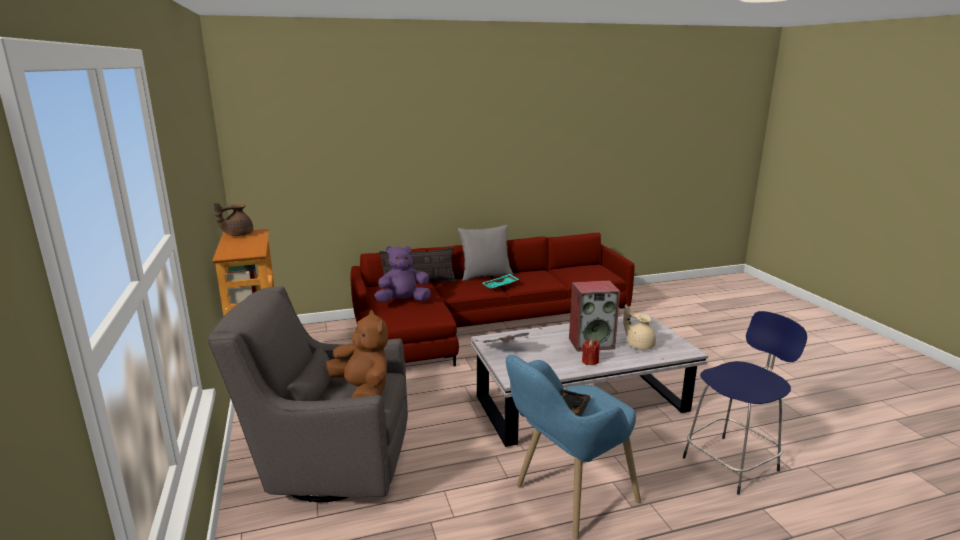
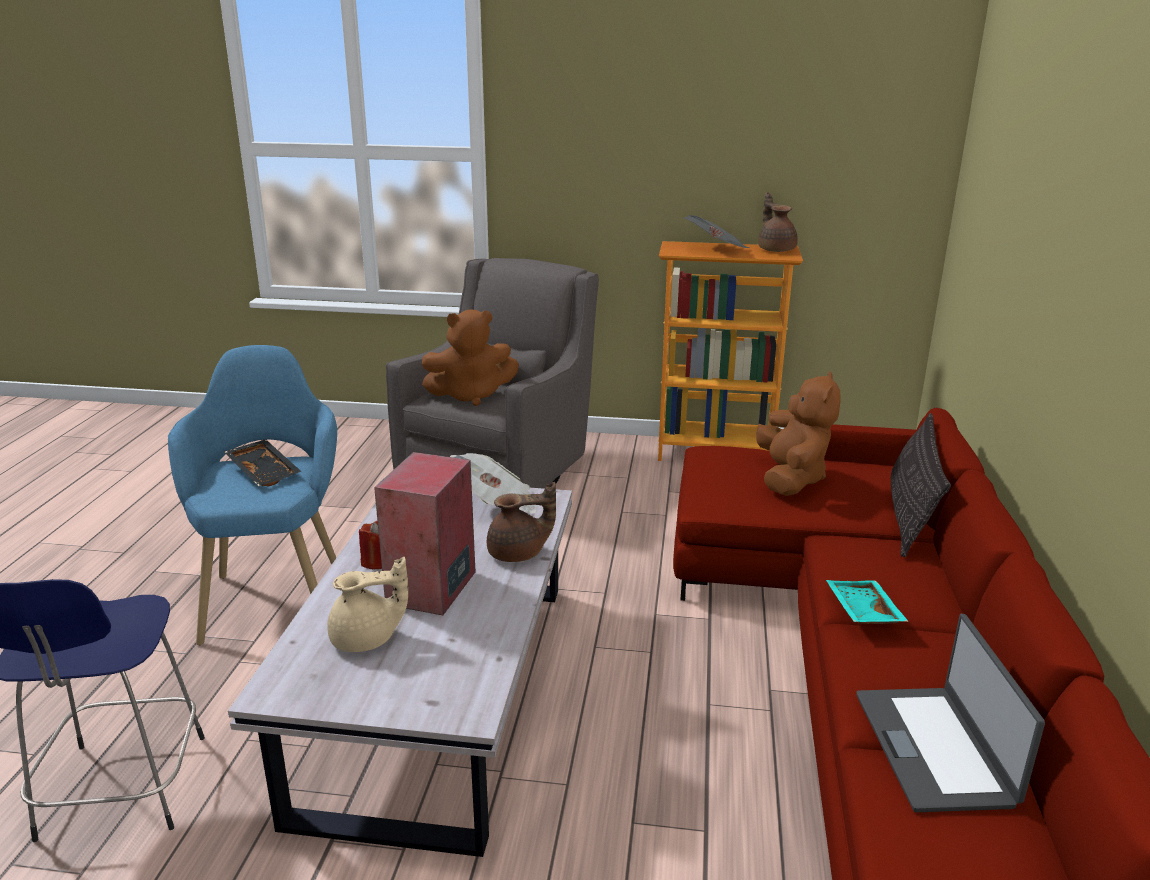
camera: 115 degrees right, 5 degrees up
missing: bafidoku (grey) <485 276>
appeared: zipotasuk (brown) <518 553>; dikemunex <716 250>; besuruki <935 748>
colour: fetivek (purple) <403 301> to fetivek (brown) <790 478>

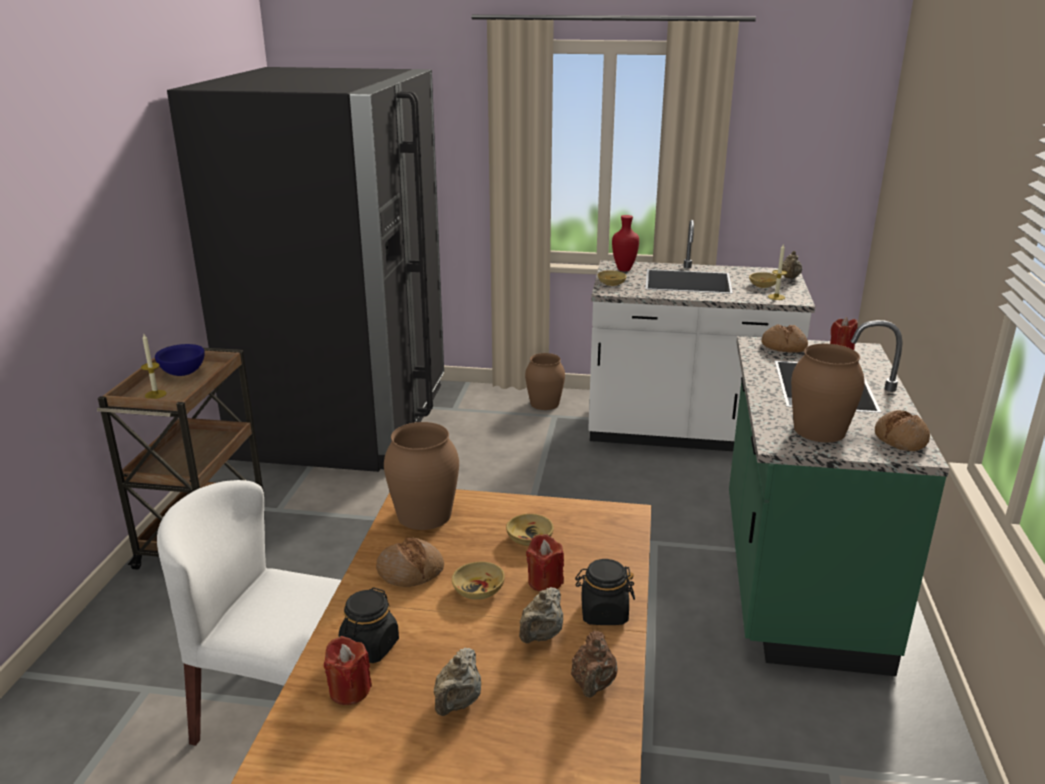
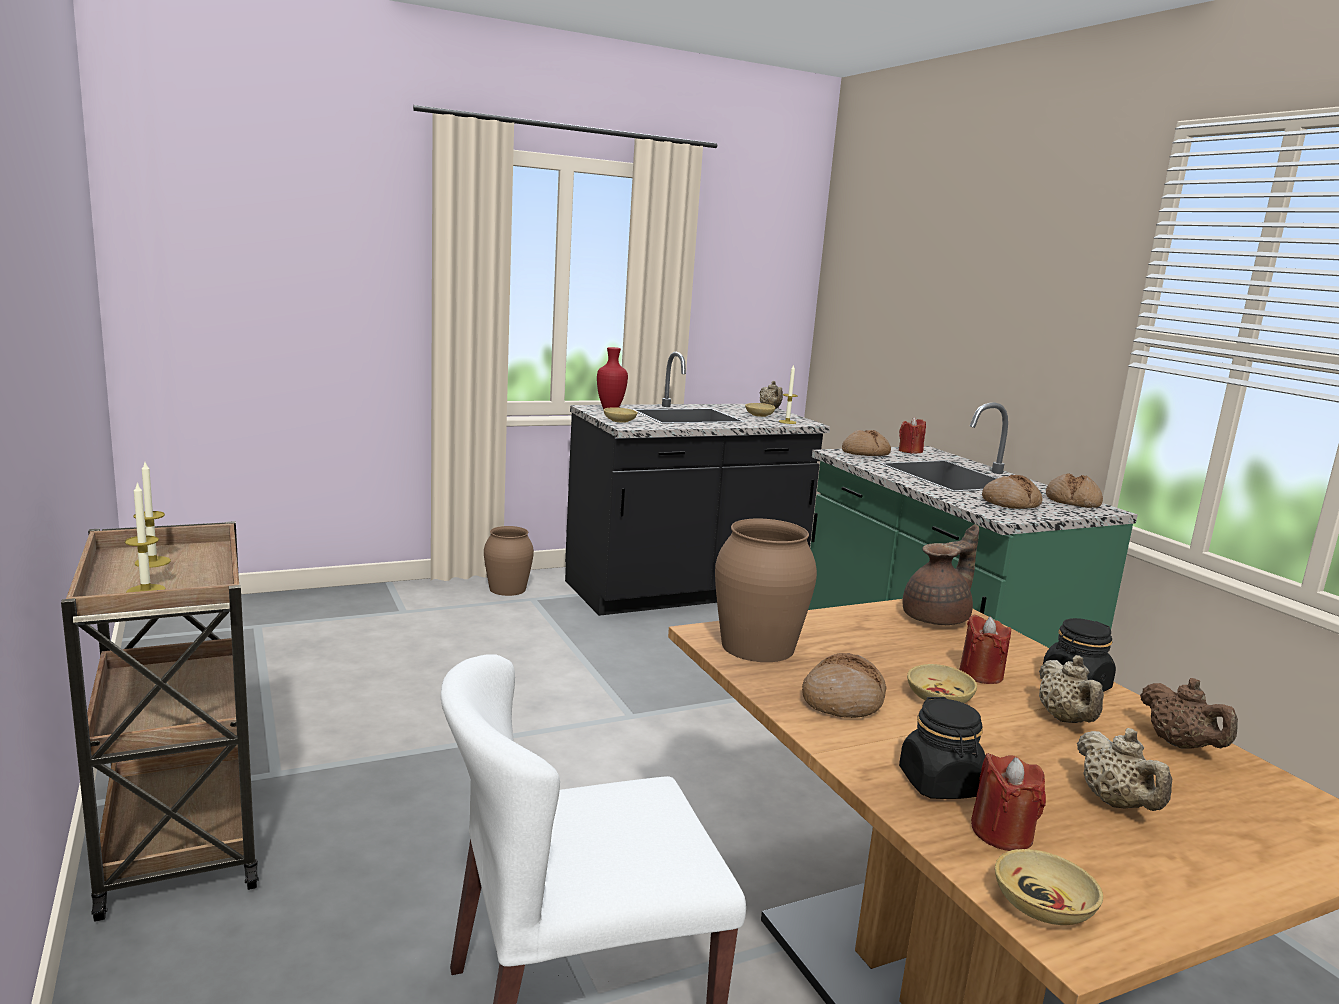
camera: 35 degrees left, 10 degrees down
missing: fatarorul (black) <344 421>
appeared: zipotasuk (brown) <938 618>
relocated: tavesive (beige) <529 538> to <1042 906>
exchanged: tavesive (blue) <182 373> to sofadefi <152 562>; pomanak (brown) <820 430> to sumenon <1010 503>
colour: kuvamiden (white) <686 433> to kuvamiden (black) <685 591>

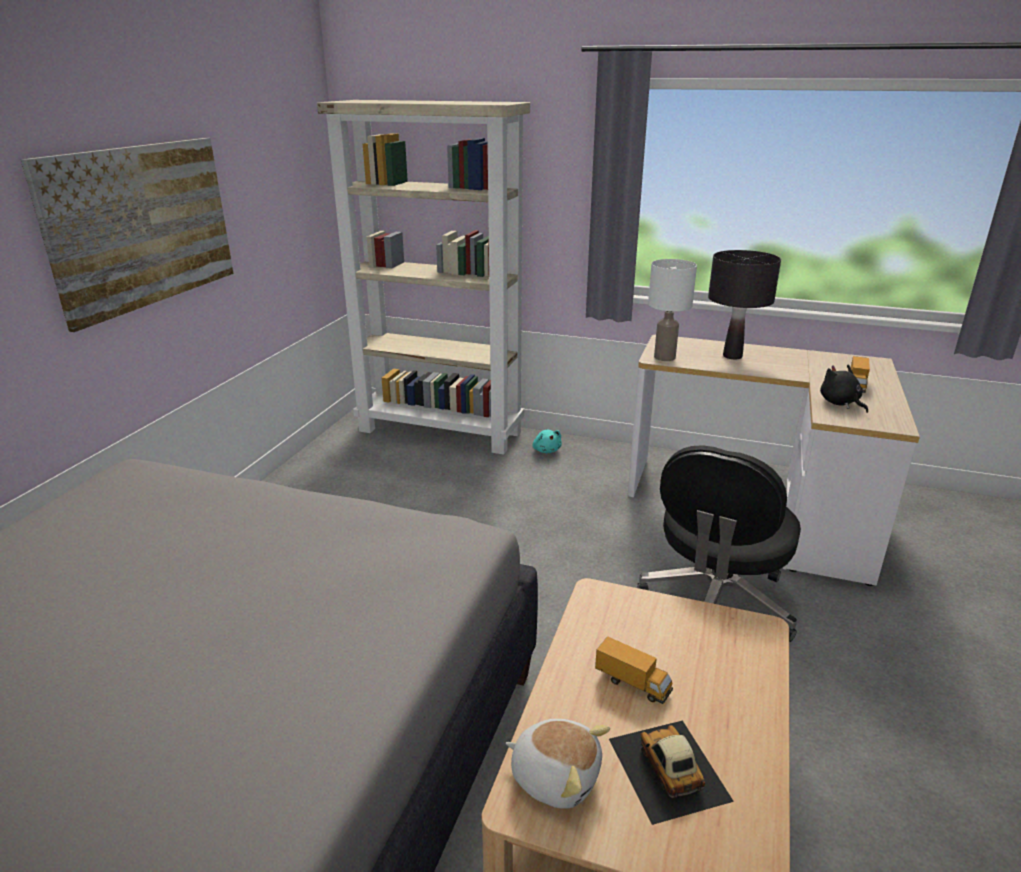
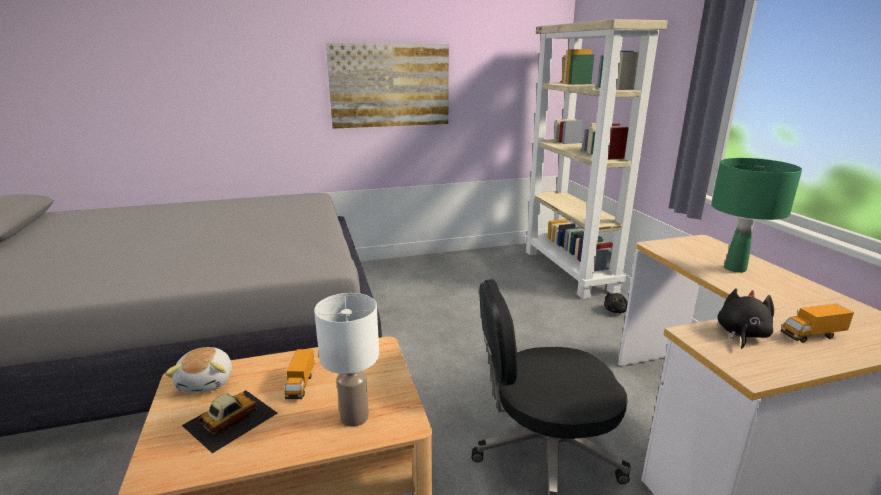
camera: 55 degrees right, 5 degrees down
relocated: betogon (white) <665 358> to <353 417>
colour: fetivek (turquoise) <546 450> to fetivek (black) <616 310>; betogon (black) <732 356> to betogon (green) <734 268>

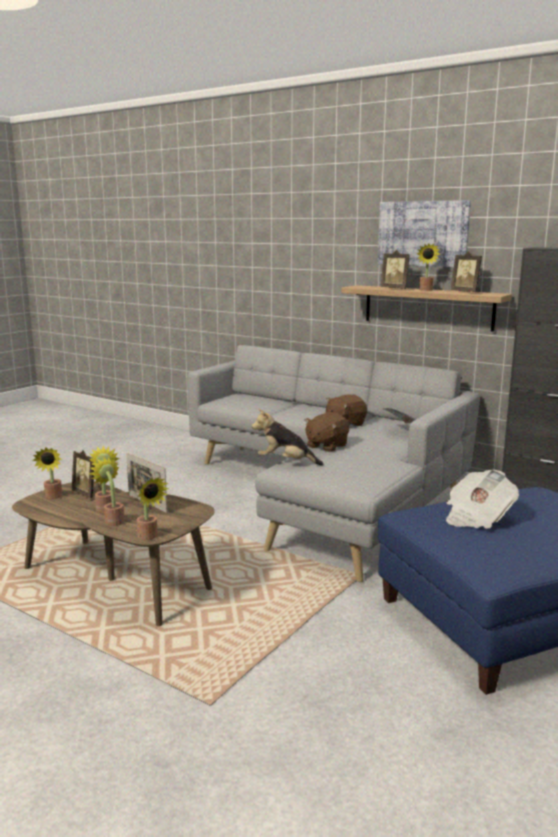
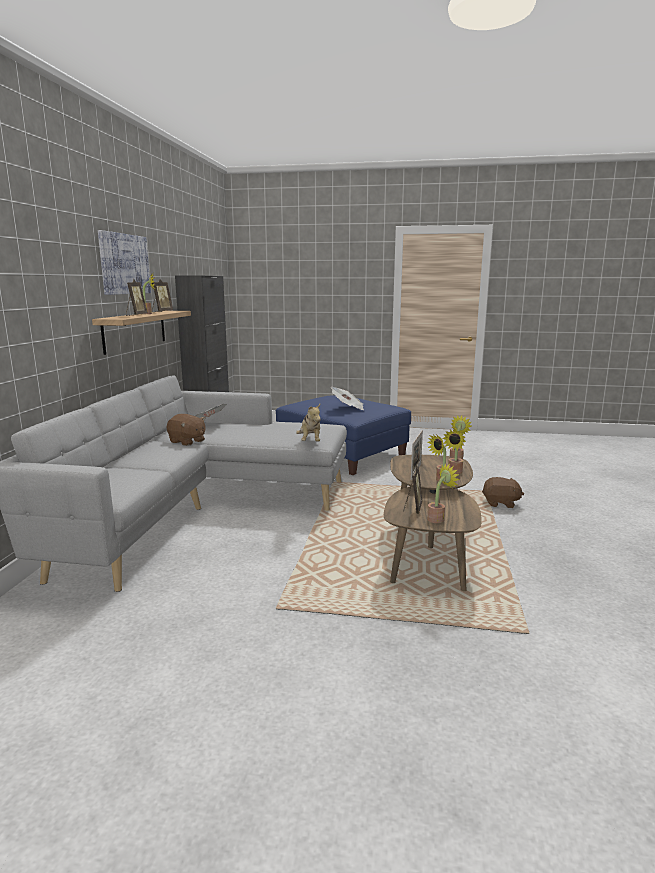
camera: 115 degrees left, 0 degrees up
relocated: fetivek (brown) <326 446> to <500 503>

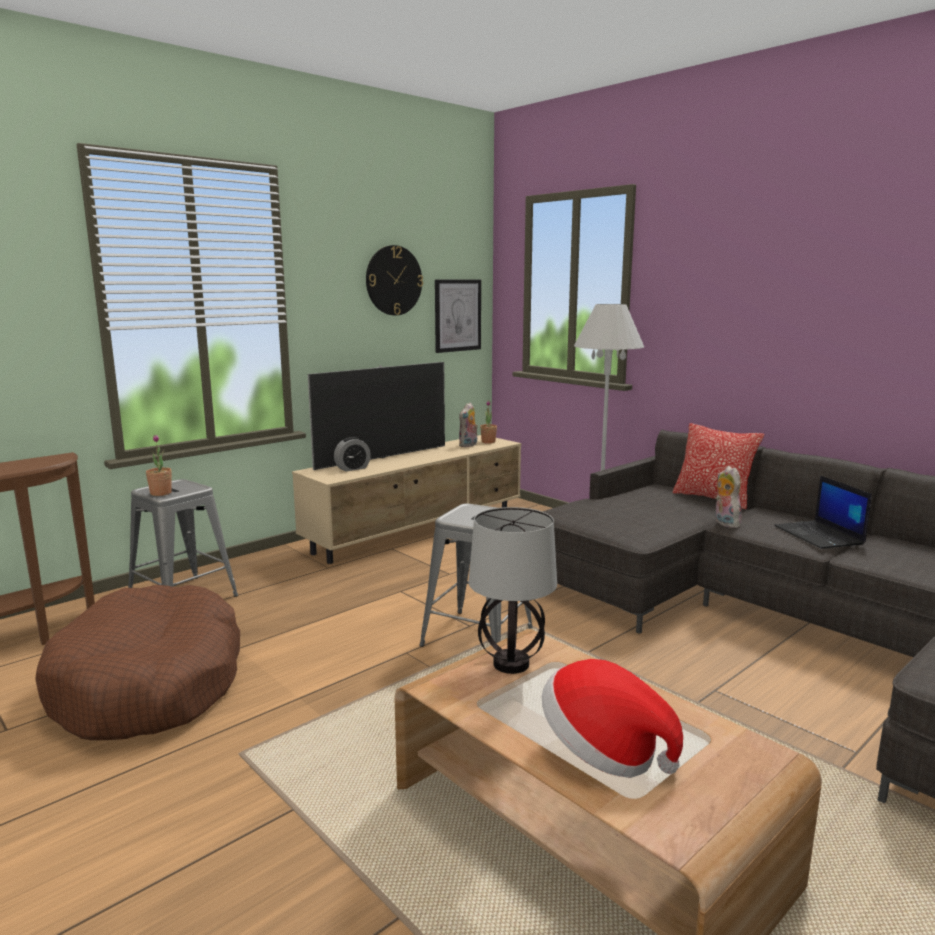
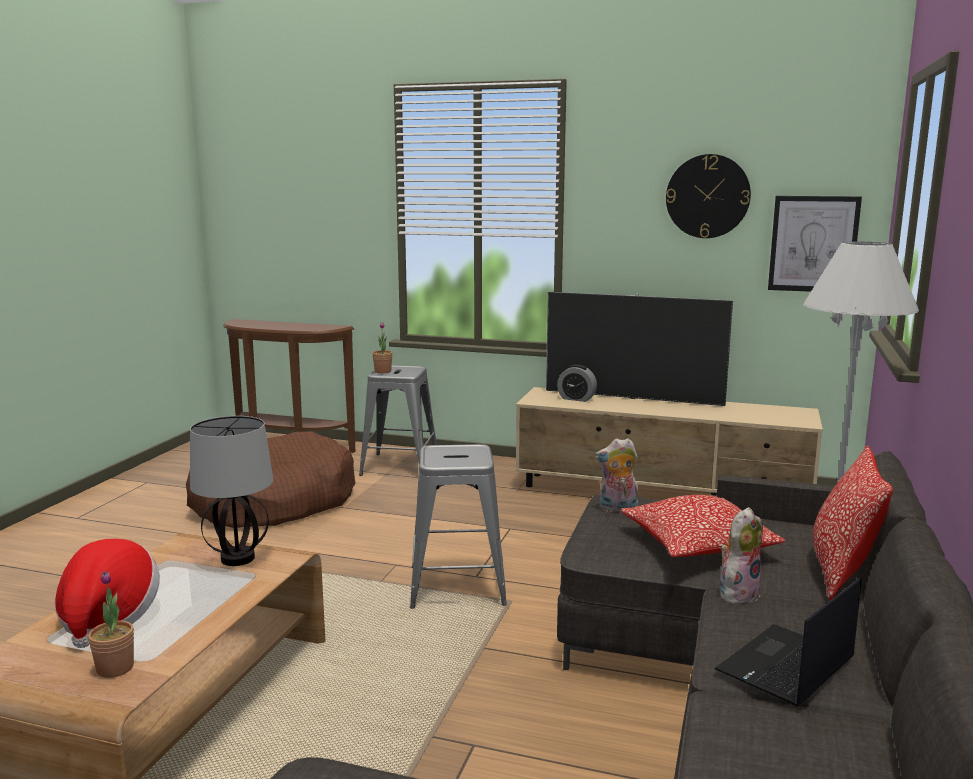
camera: 60 degrees right, 0 degrees up
appeared: bafidoku <698 545>
relocated: fetivek <468 445> to <617 509>; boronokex <488 442> to <115 668>

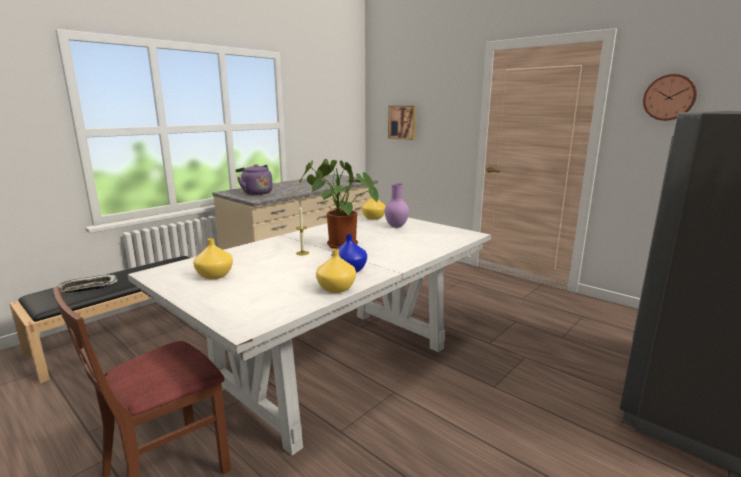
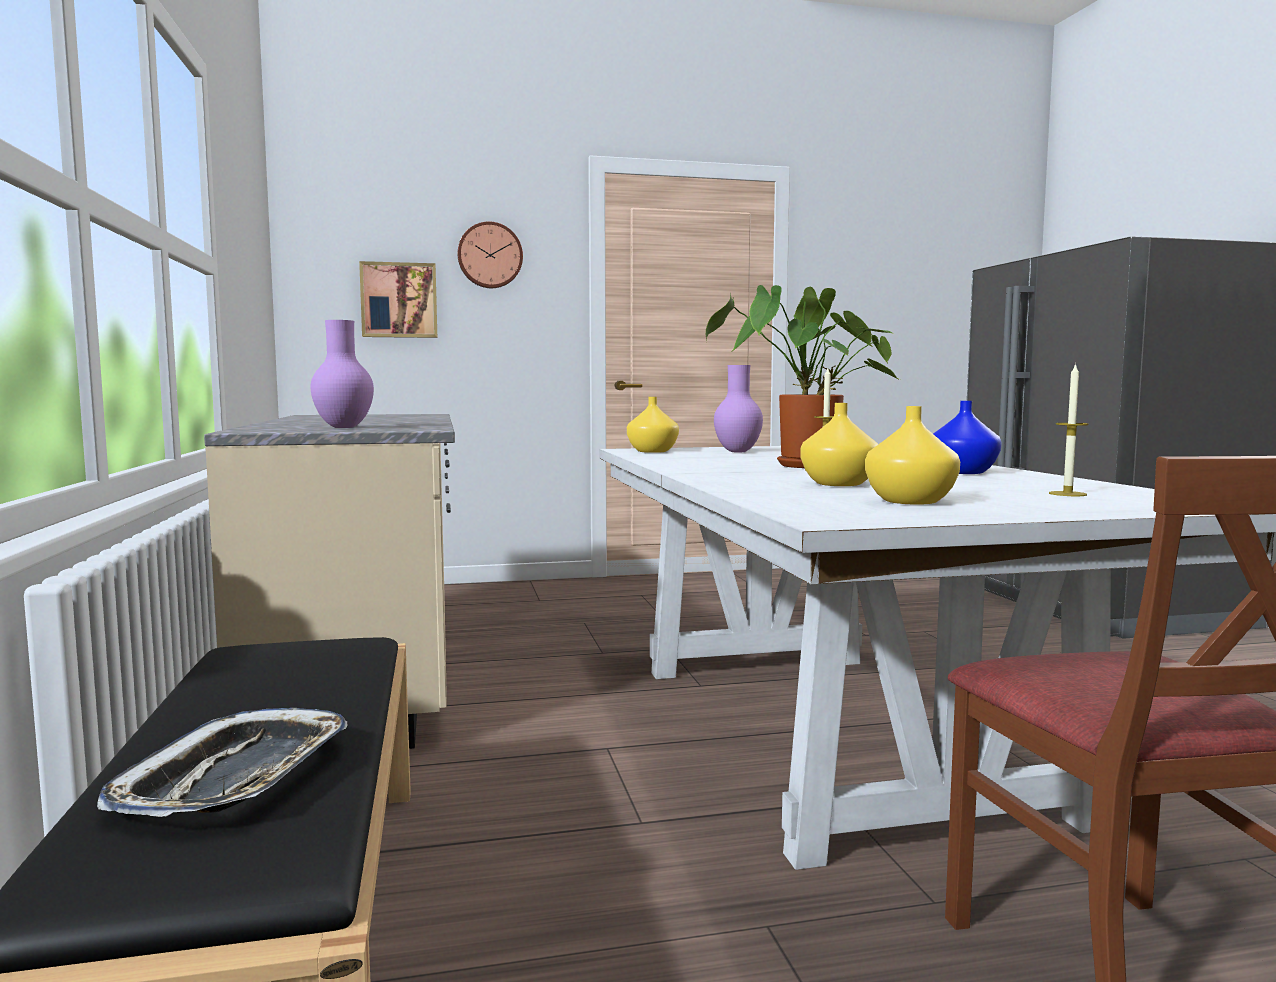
camera: 55 degrees left, 10 degrees down
appeared: sofadefi <1067 494>
relocated: pomanak (yellow) <335 289> to <839 484>; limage <669 97> to <490 255>
exchanged: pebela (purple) <256 193> to pomanak (purple) <343 427>

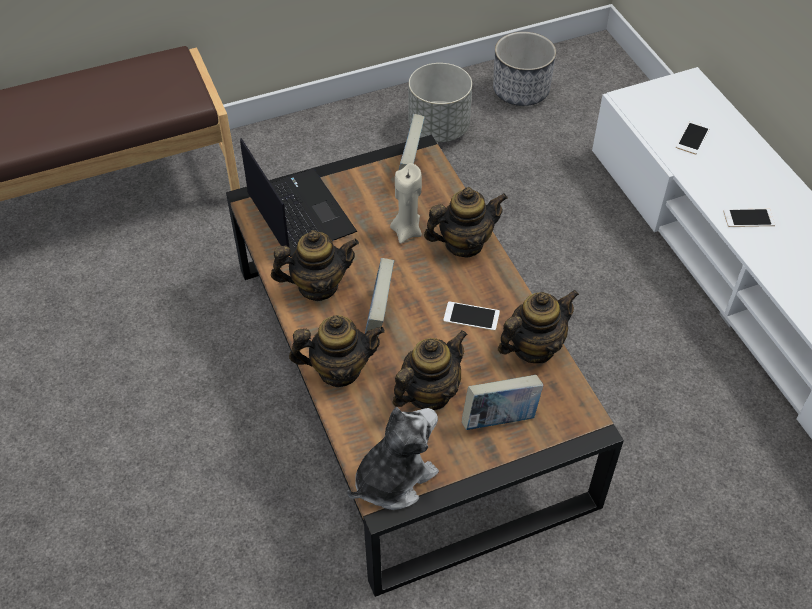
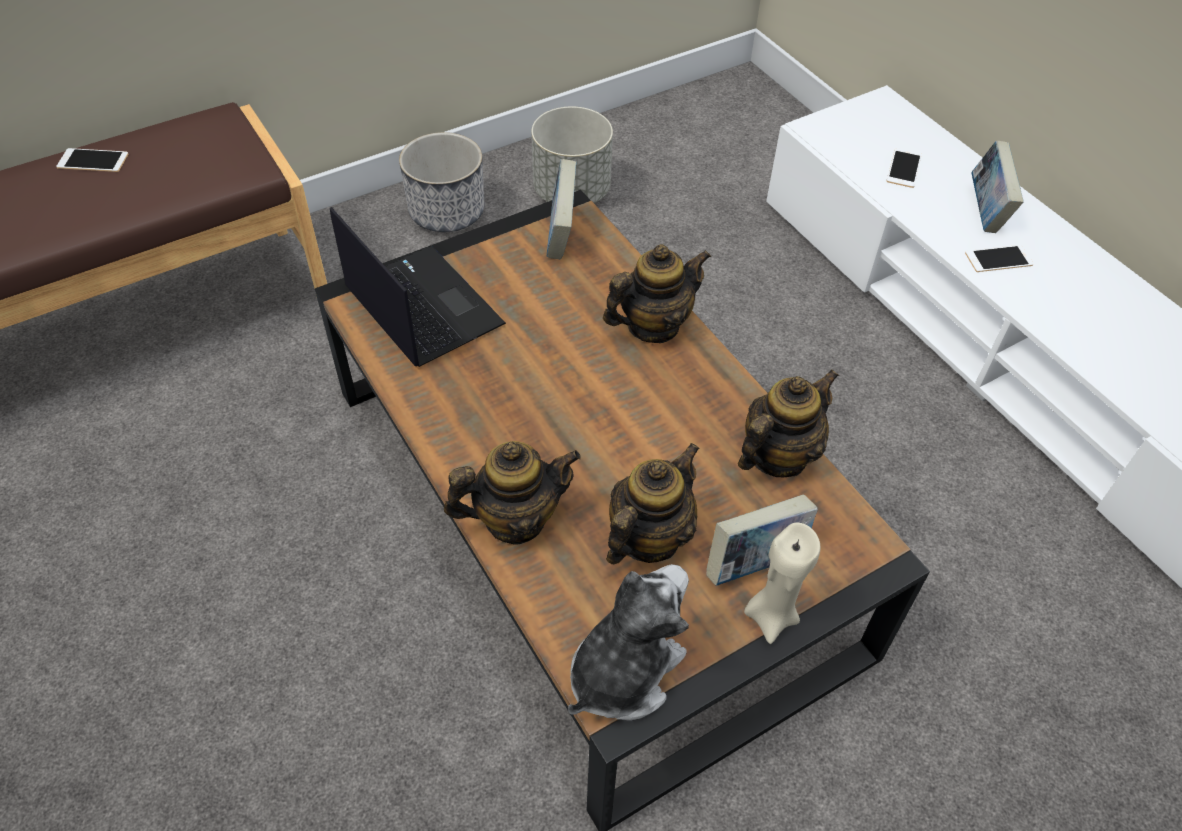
camera: 10 degrees left, 0 degrees up
missing: zipotasuk <318 286>
relocated: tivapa <379 317> to <986 211>; sofadefi (beige) <406 231> to <771 615>; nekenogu <471 316> to <93 161>; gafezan <521 91> to <447 212>

